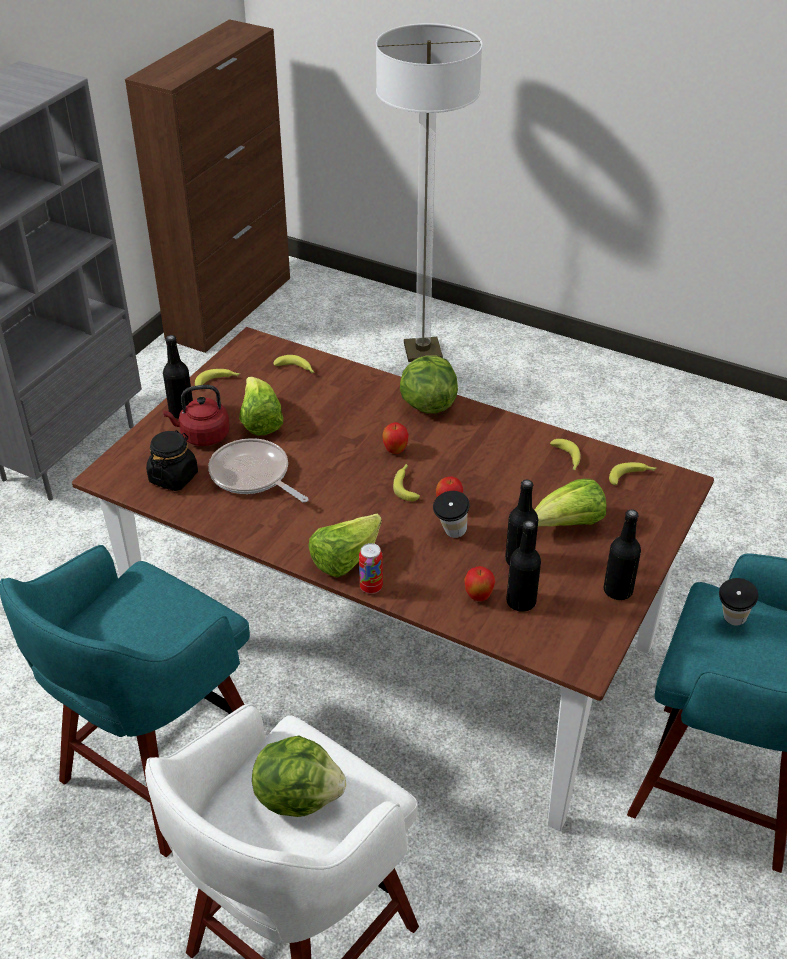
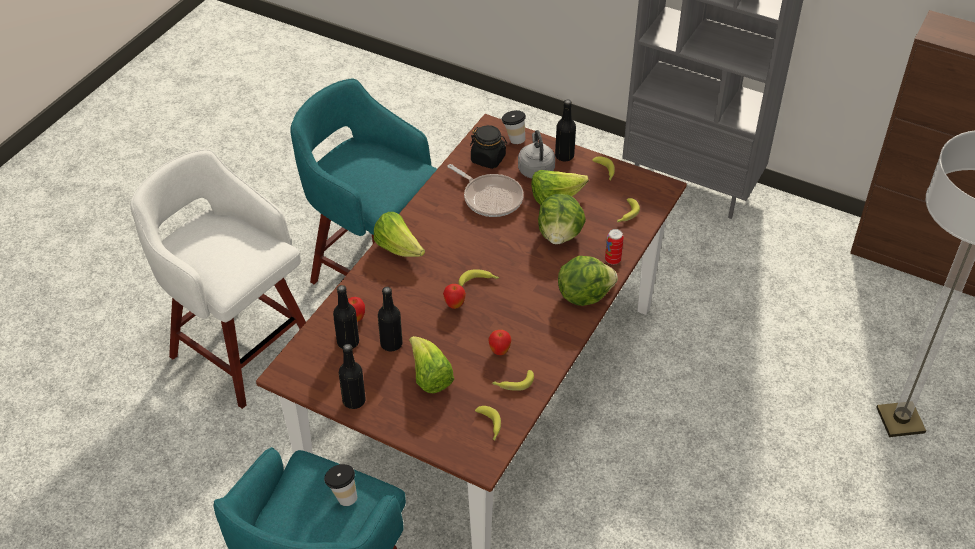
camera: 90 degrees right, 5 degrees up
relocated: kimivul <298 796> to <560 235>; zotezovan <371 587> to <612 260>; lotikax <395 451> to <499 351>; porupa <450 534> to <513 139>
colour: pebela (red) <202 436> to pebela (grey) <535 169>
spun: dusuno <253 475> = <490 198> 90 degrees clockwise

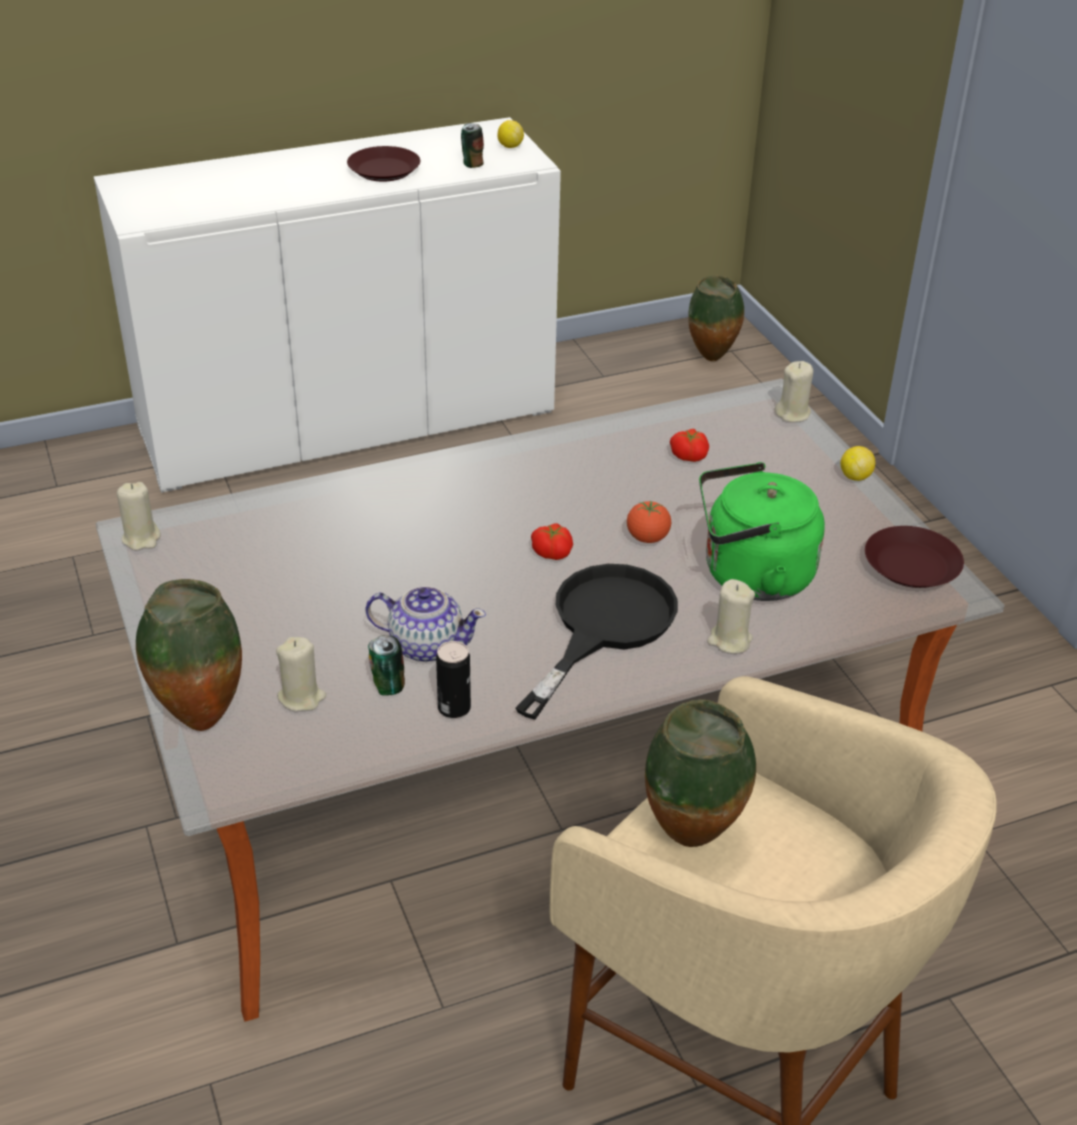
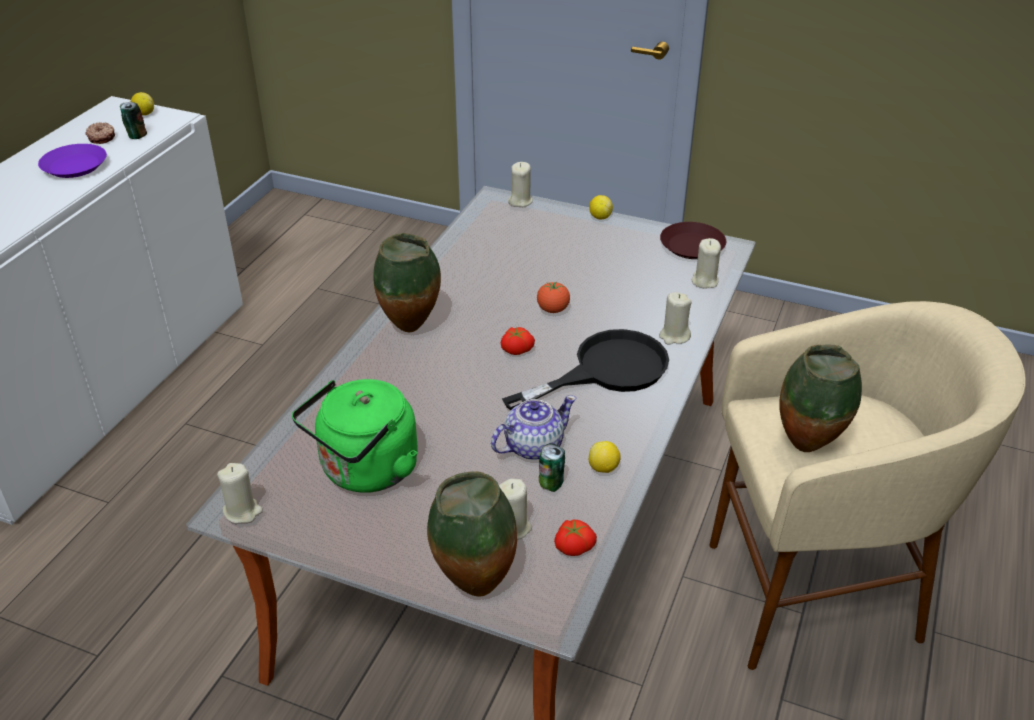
camera: 45 degrees left, 0 degrees up
appeared: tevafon <102 137>; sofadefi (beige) <704 281>
relocated: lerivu <689 455> to <573 545>; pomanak <712 359> to <412 329>; pebela (green) <751 576> to <365 471>
exchanged: zotezovan <454 708> to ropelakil <603 468>
colour: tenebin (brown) <384 170> to tenebin (purple) <75 166>
spun: dusuno (black) <603 626> = <606 370> 75 degrees clockwise

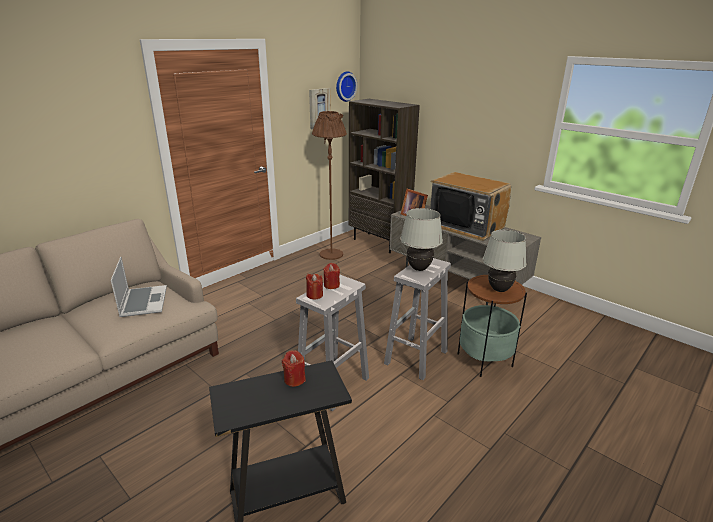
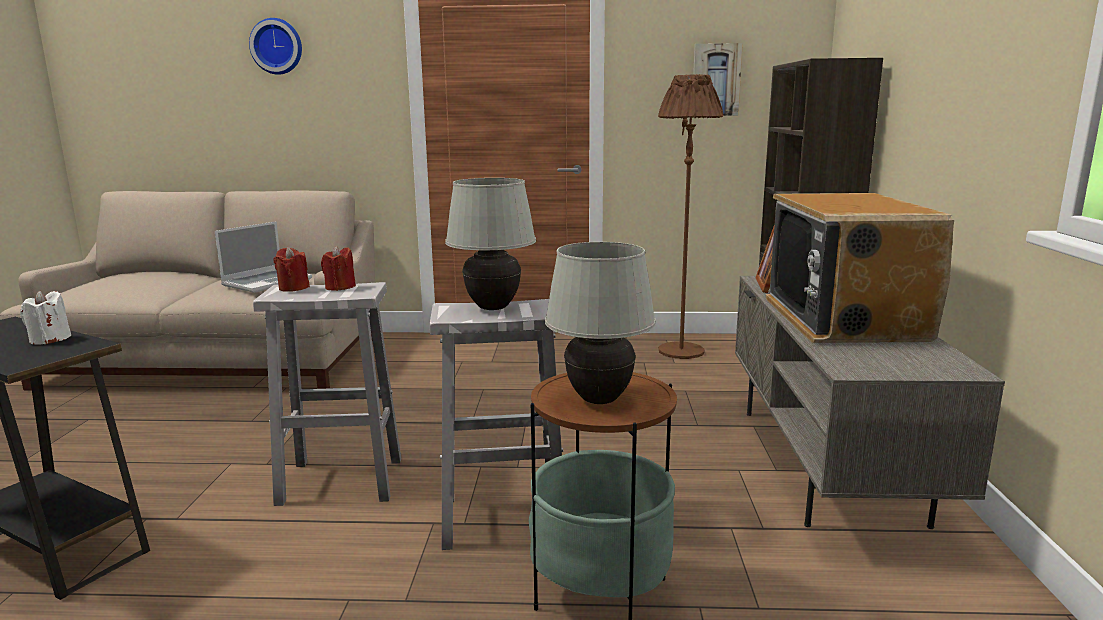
camera: 50 degrees right, 10 degrees down
relocated: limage <344 86> to <277 46>
colour: sofadefi (red) <294 379> to sofadefi (white) <50 339>

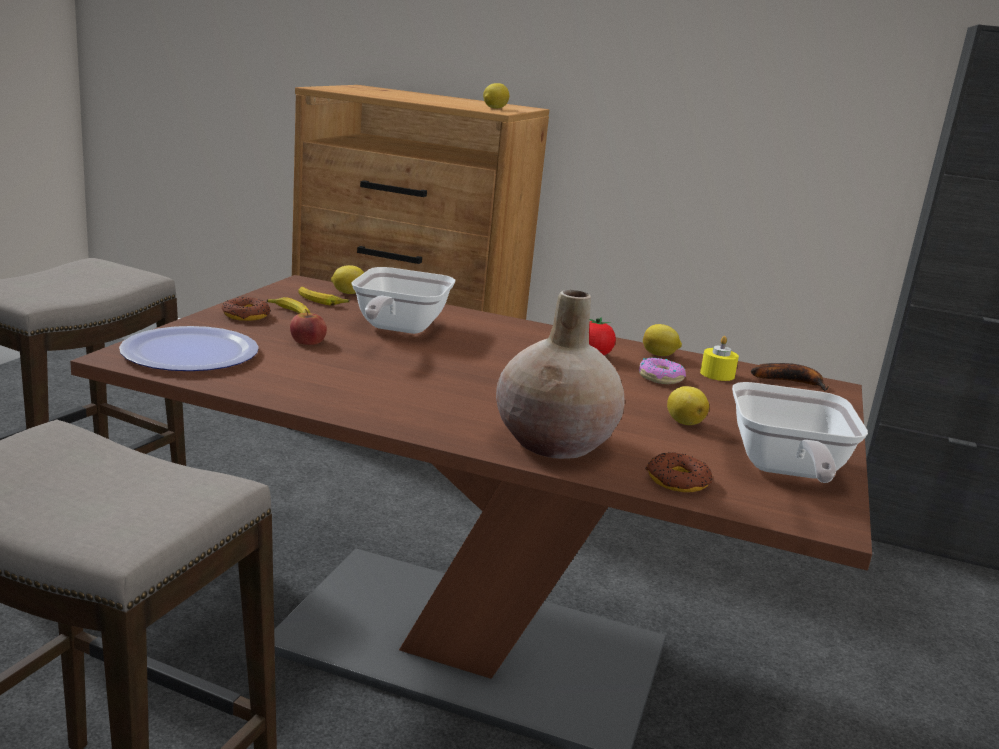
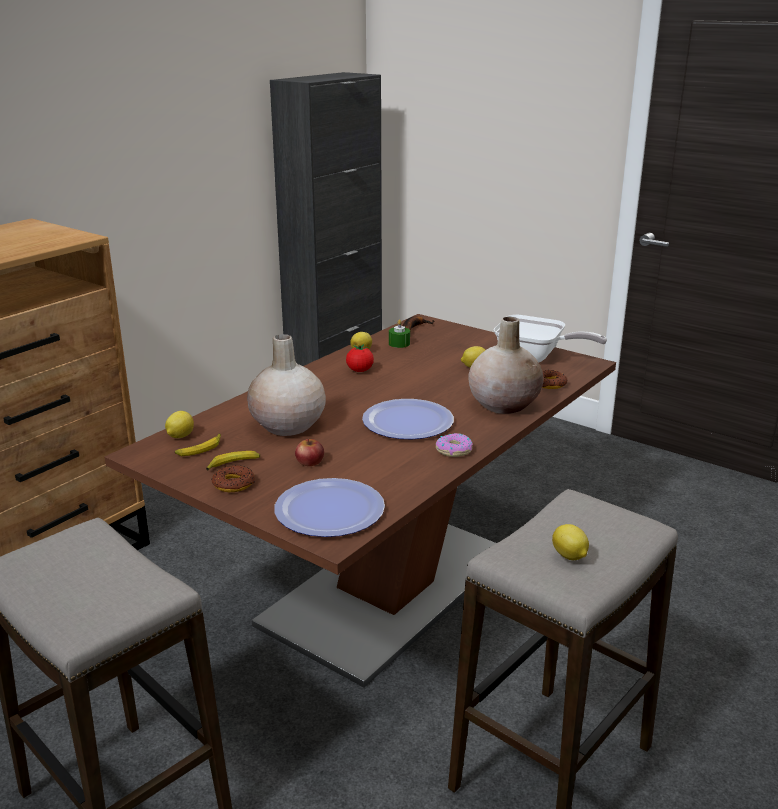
camera: 70 degrees left, 5 degrees up
appeared: tenebin <408 421>
relocated: ropelakil <494 108> to <569 556>; tevafon <660 378> to <454 450>
exchanged: dusuno <397 329> to pomanak (beige) <287 426>
colour: sofadefi (yellow) <717 374> to sofadefi (green) <399 343>

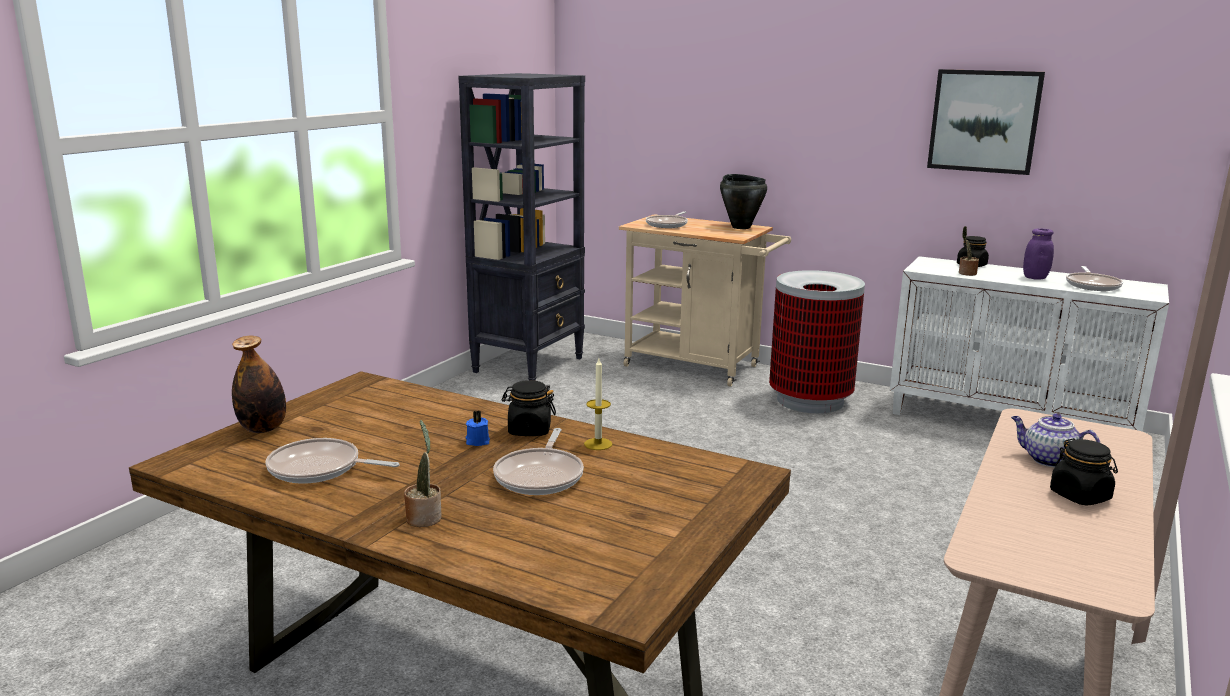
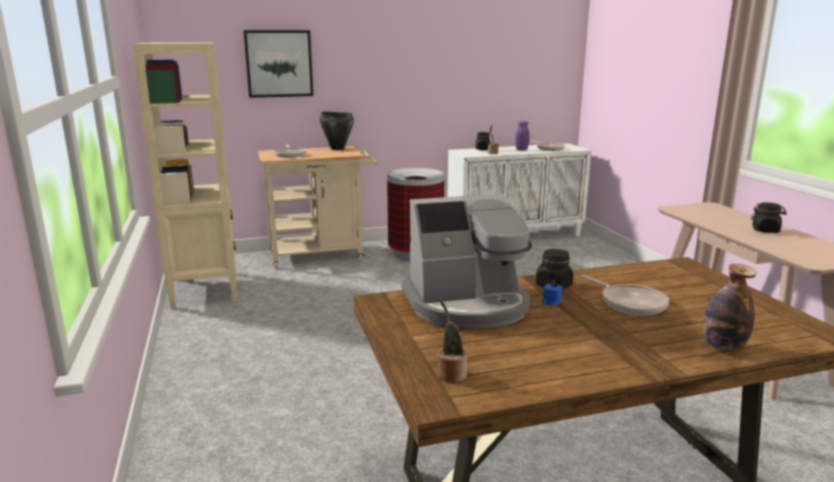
camera: 45 degrees left, 0 degrees up
missing: dusuno <319 469>; sofadefi <598 444>; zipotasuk <1048 460>
appeared: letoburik <467 304>
relocated: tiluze <263 429> to <723 347>; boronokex <424 517> to <450 374>; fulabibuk <984 121> to <279 63>
colour: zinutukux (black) <529 364> to zinutukux (beige) <205 289>

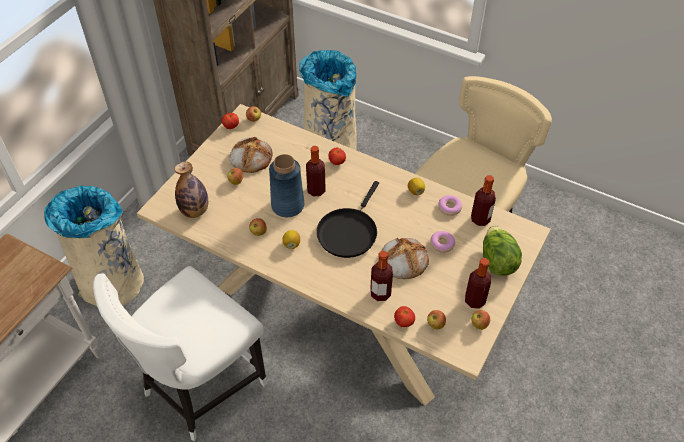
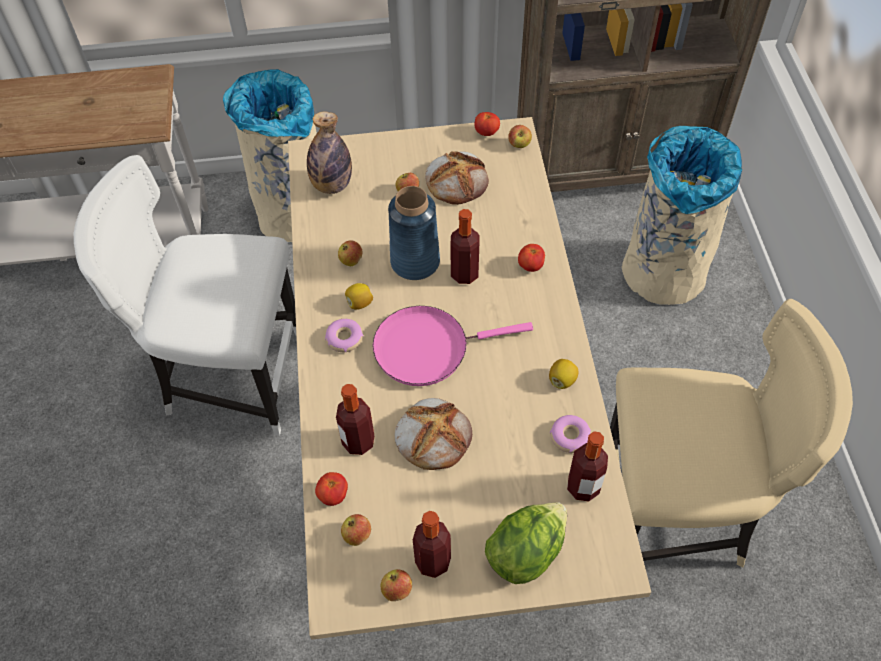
camera: 55 degrees right, 5 degrees up
relocated: tevafon <442 244> to <344 339>
colour: dusuno (black) <348 232> to dusuno (pink) <427 348>

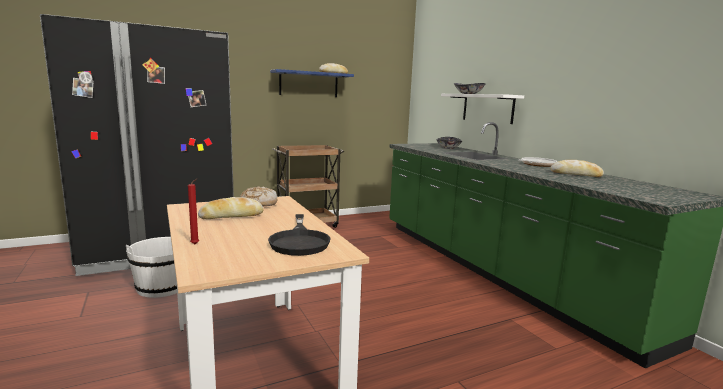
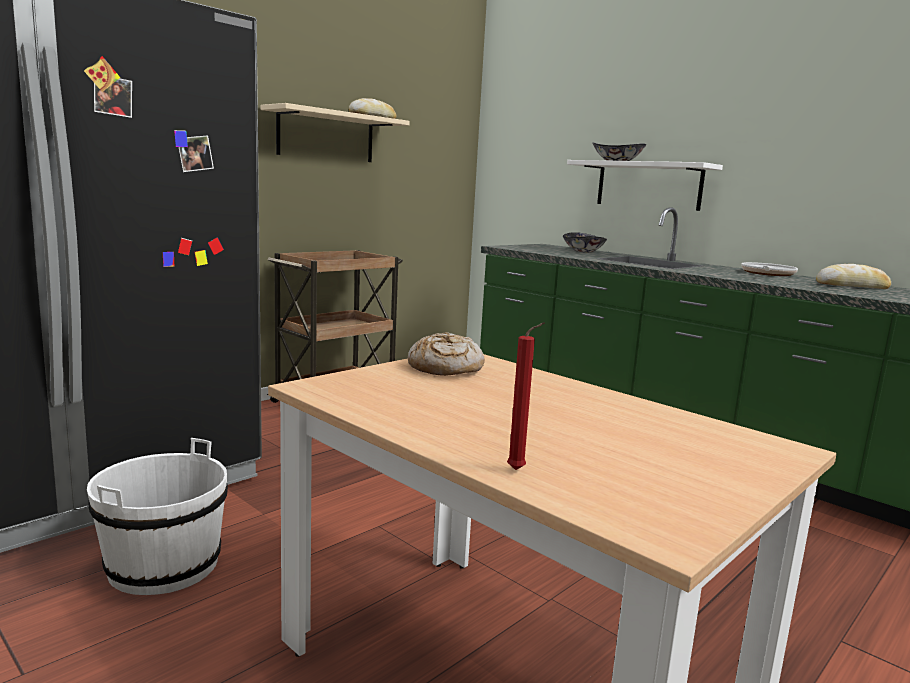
camera: 20 degrees left, 0 degrees up
missing: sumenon <231 216>; dusuno (black) <299 241>
colour: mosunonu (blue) <309 84> to mosunonu (beige) <326 136>

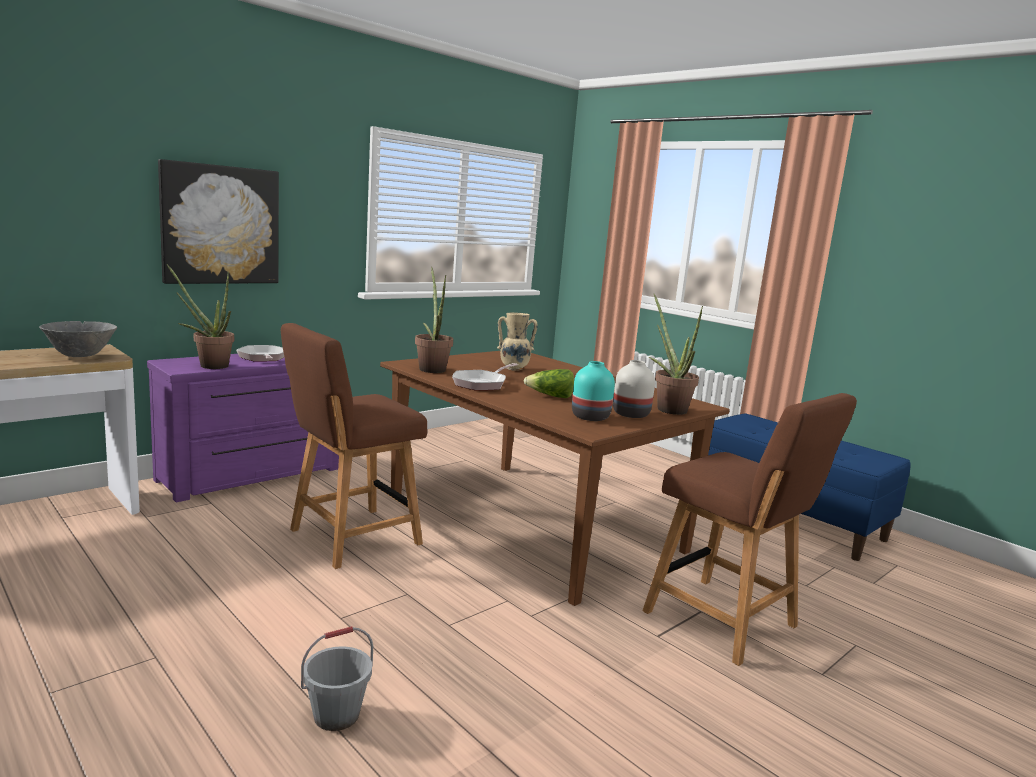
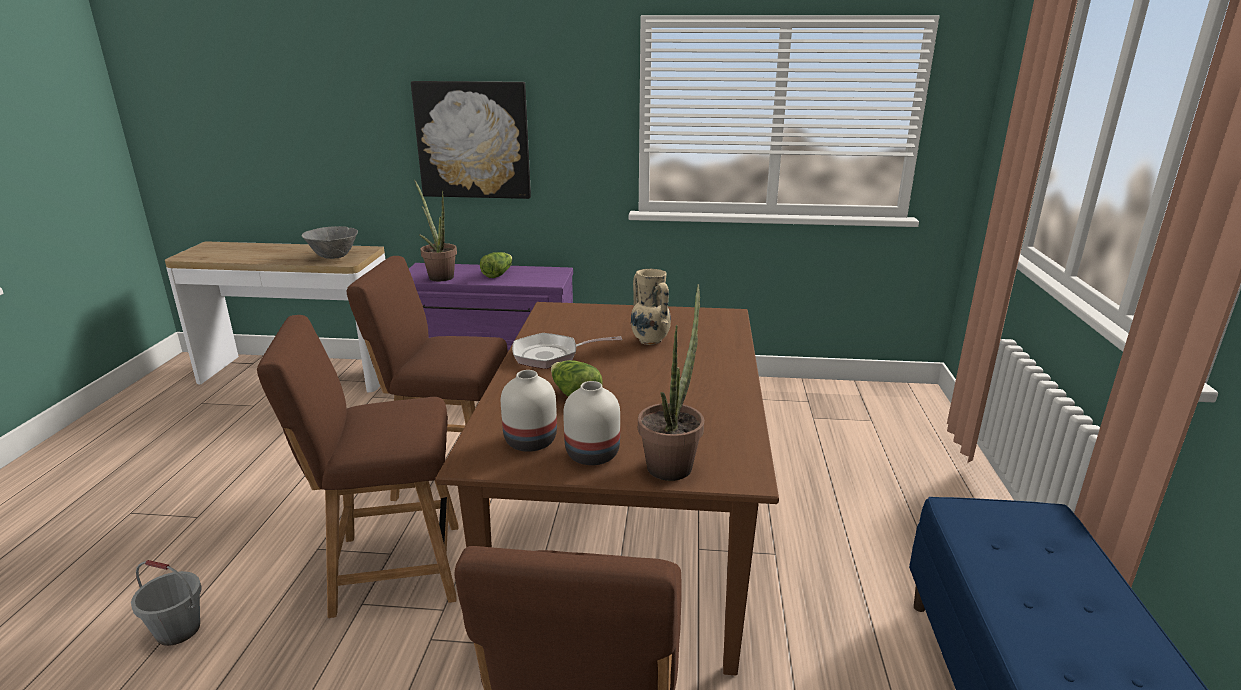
camera: 50 degrees right, 10 degrees up
missing: boronokex <431 368>
appeared: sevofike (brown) <389 569>
exchanged: dusuno <263 358> to kimivul <498 274>
colour: pomanak (turquoise) <591 417> to pomanak (white) <530 442>

